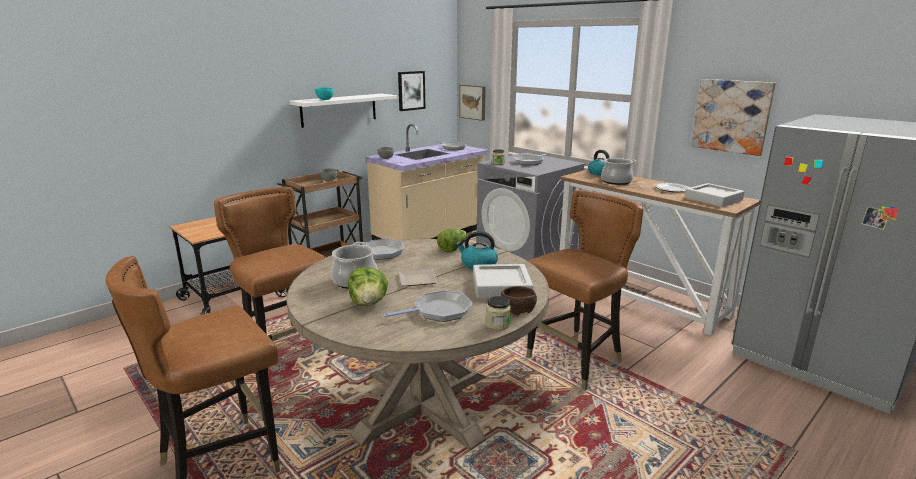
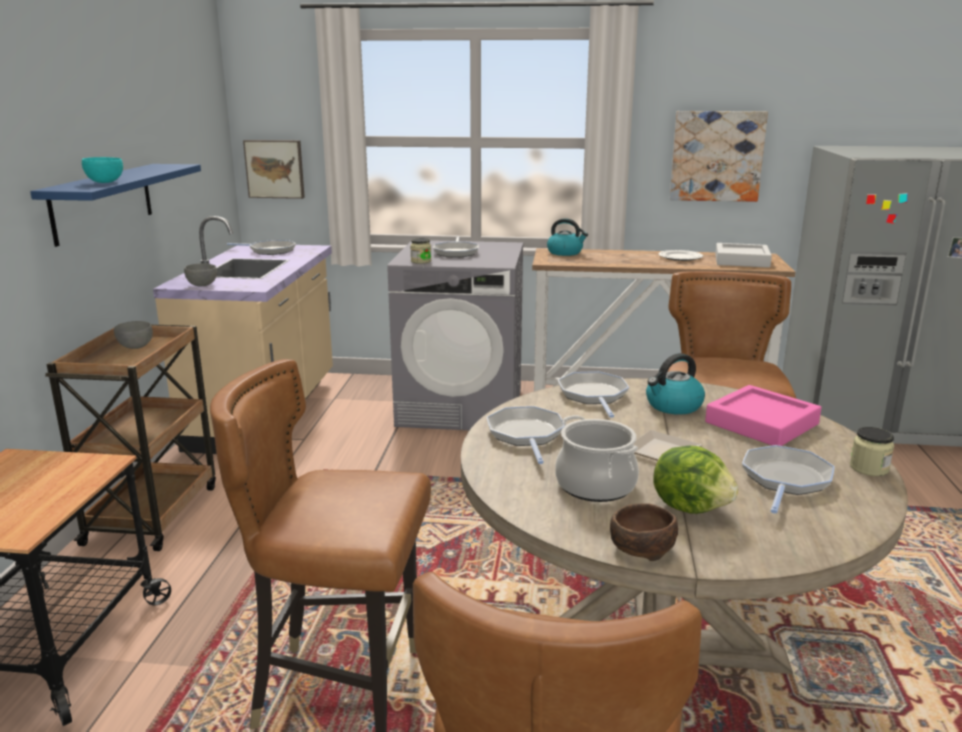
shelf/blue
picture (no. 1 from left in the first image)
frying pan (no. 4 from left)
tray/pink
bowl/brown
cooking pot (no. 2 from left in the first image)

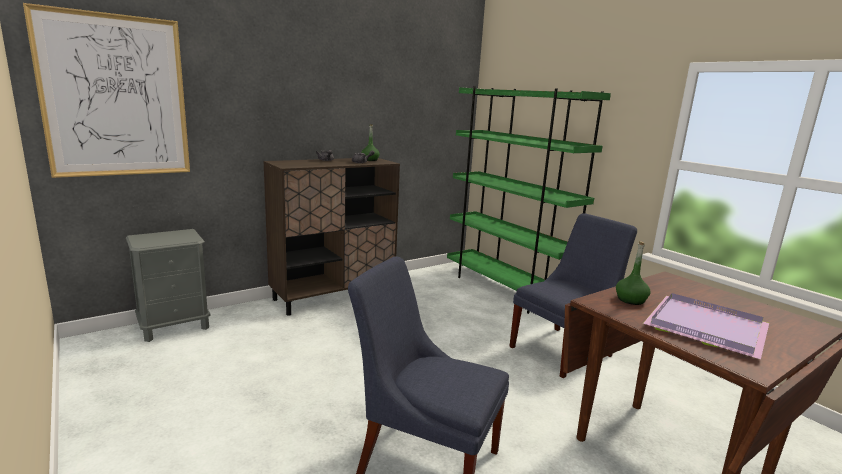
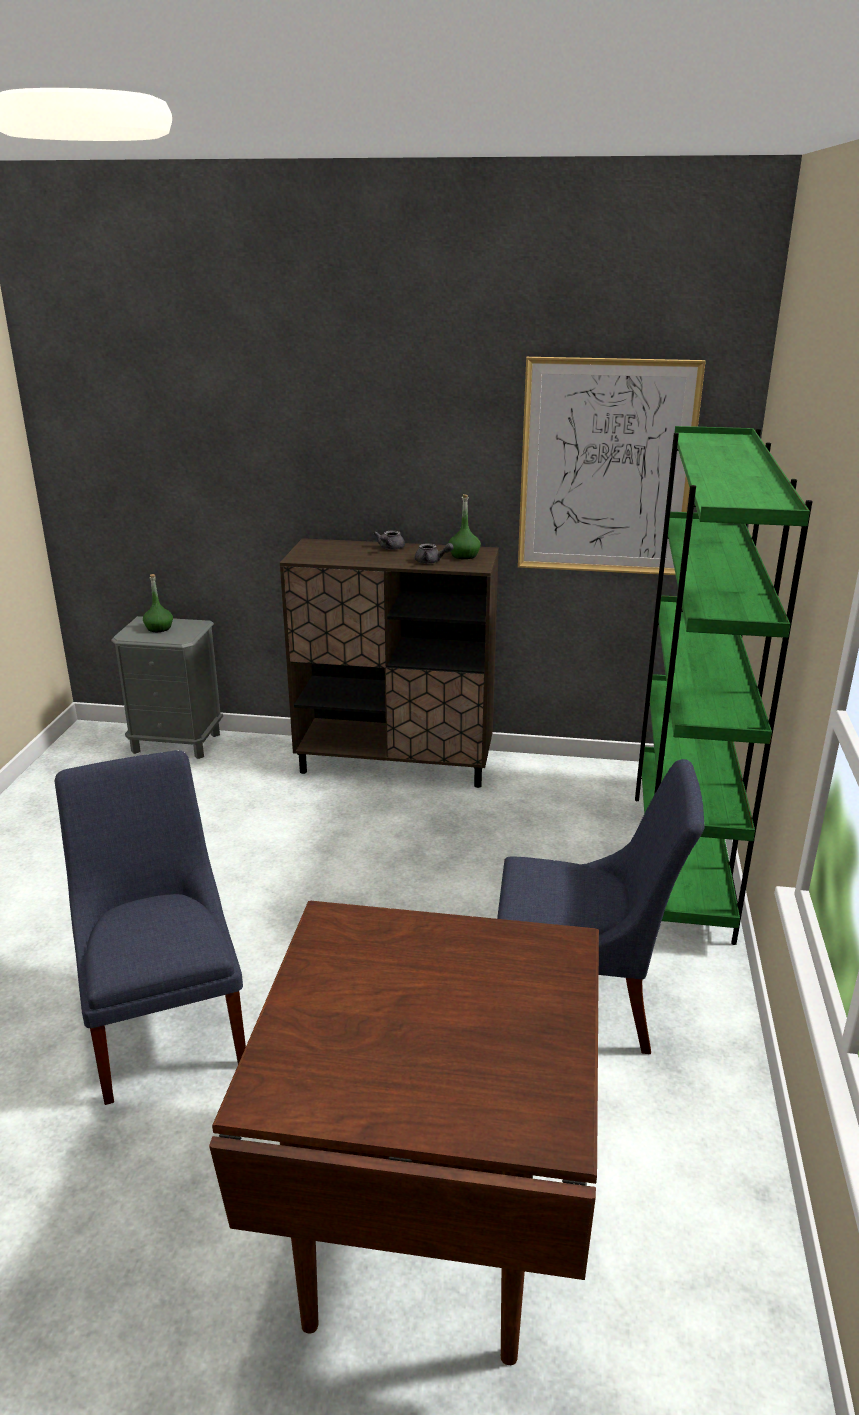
picture
bottle/green (no. 1 from left)
tray/purple

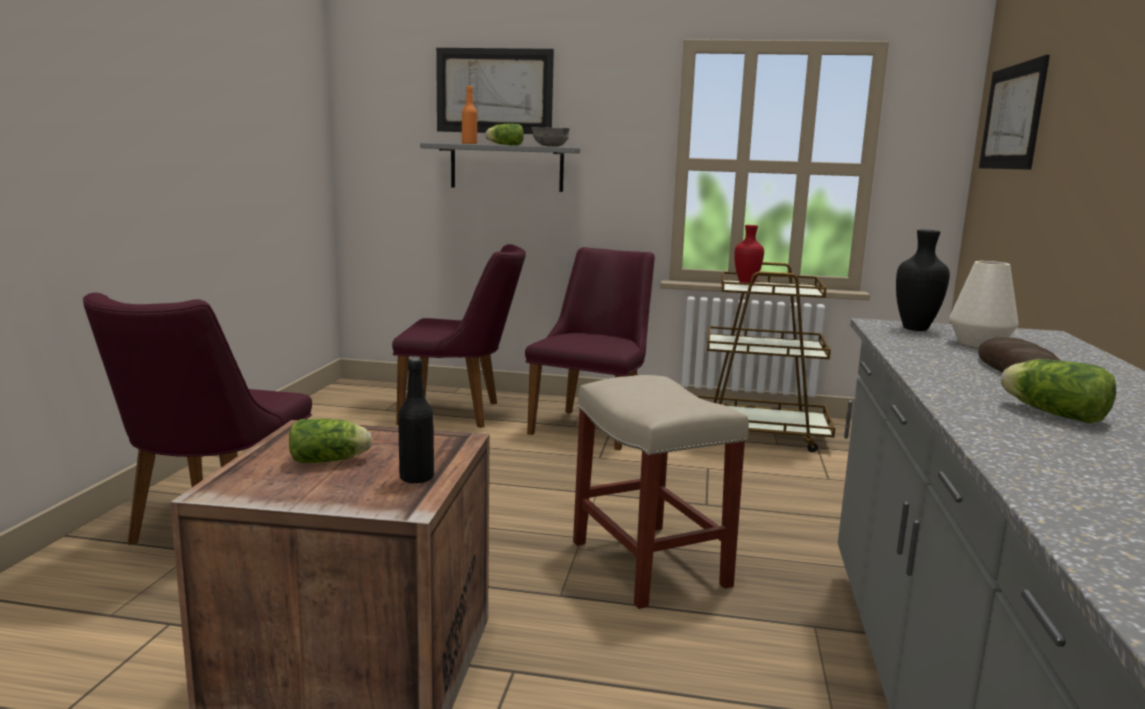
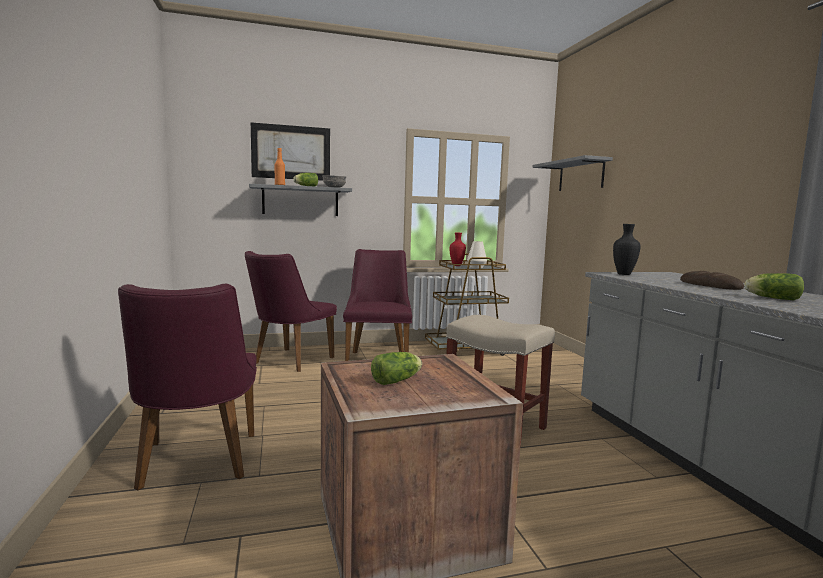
chair/purple (no. 2 from left)
bottle/black
vase/white
shelf/grey (no. 2 from left)

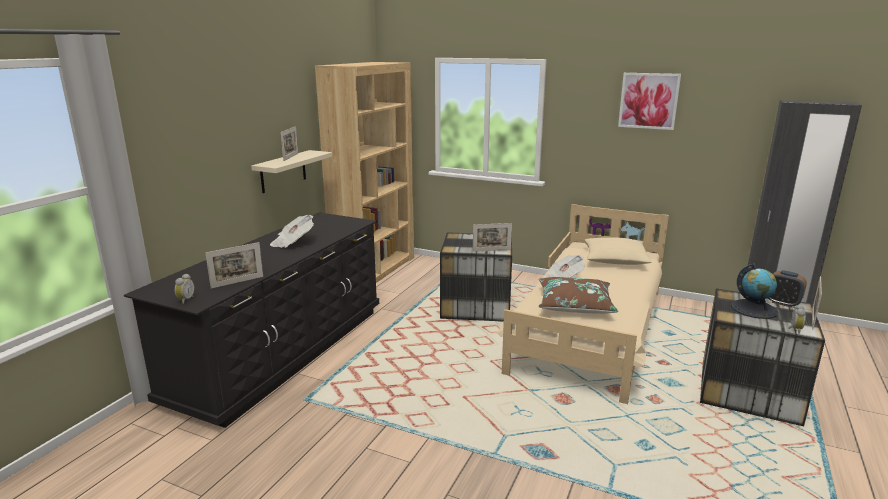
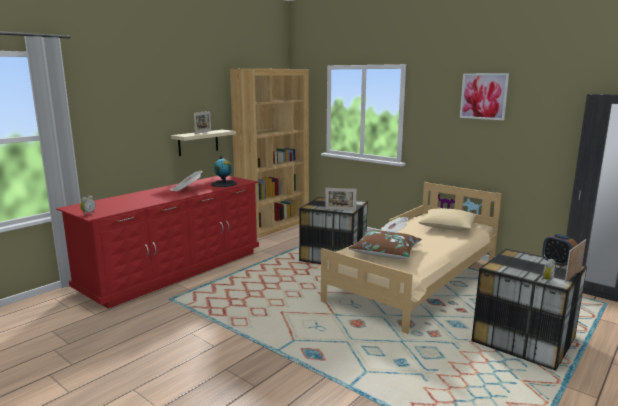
dresser/red
picture frame (no. 1 from left in the first image)
globe

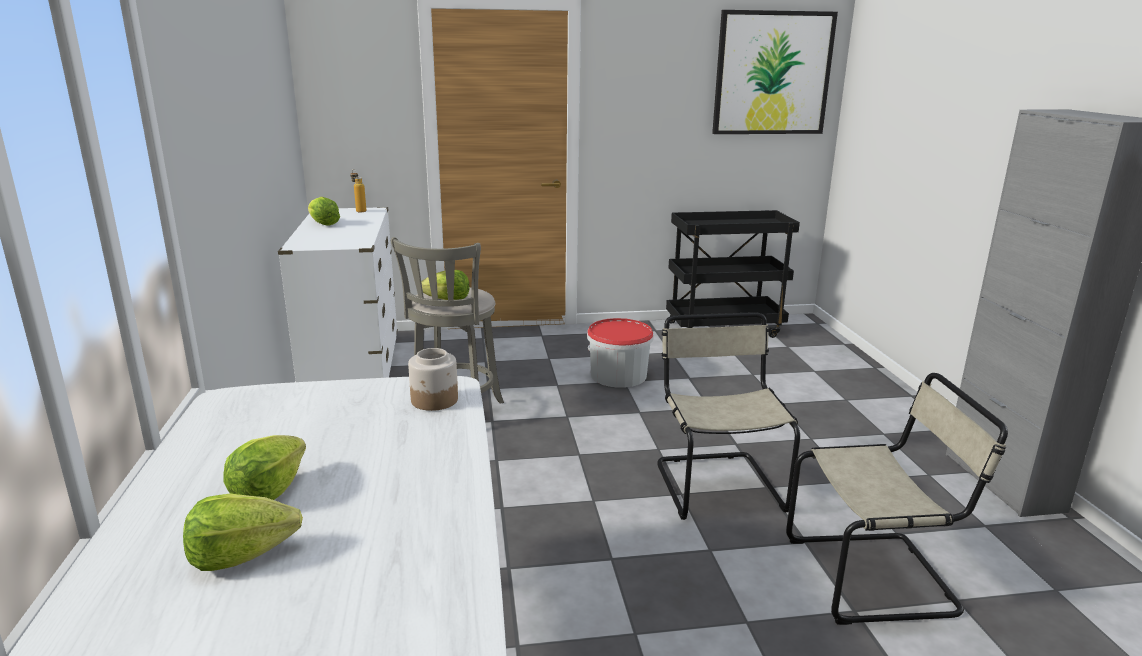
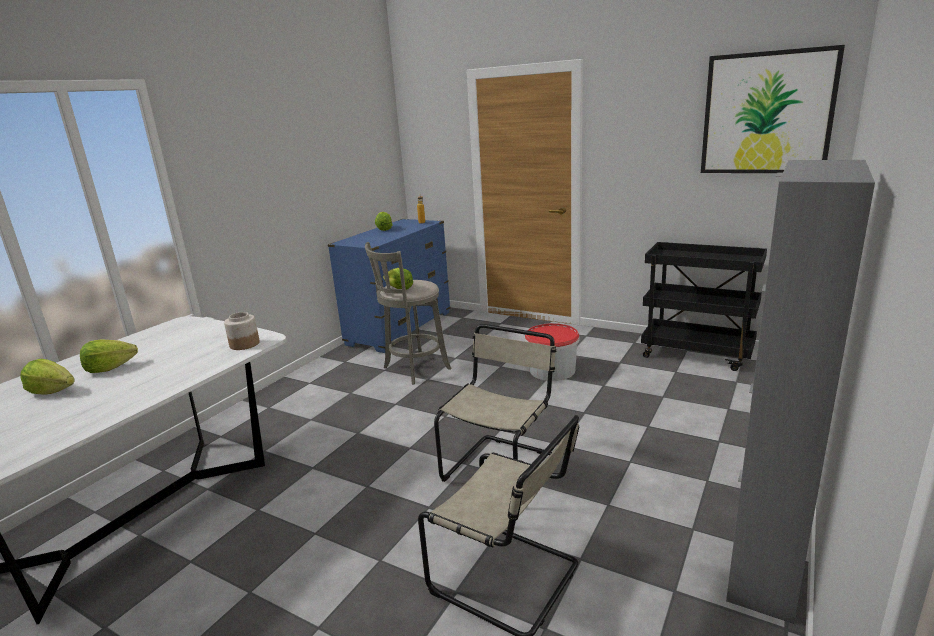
dresser/blue

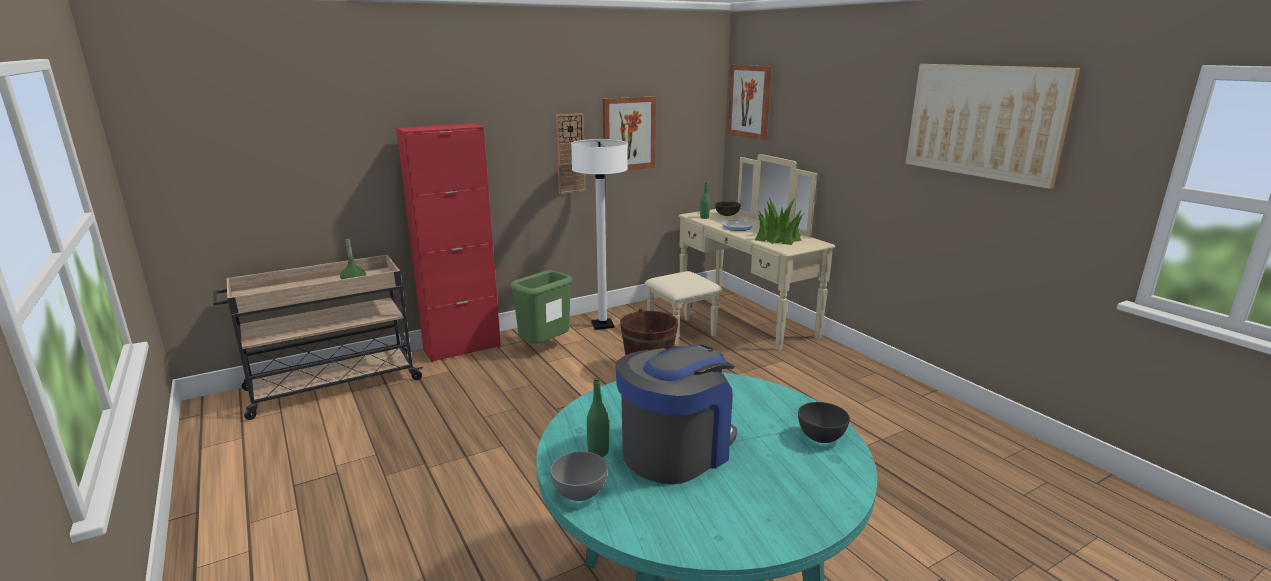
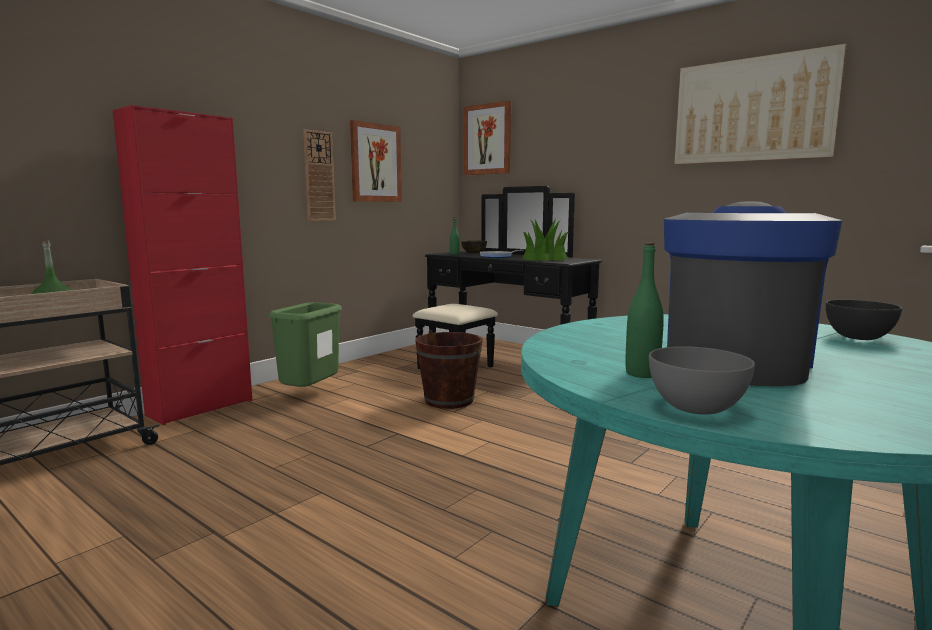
floor lamp/white
dresser/black

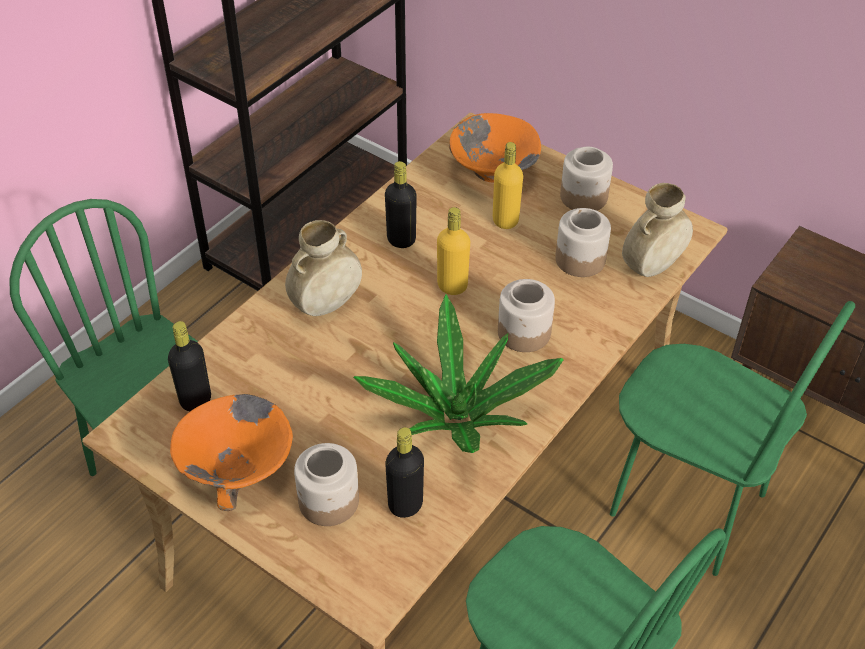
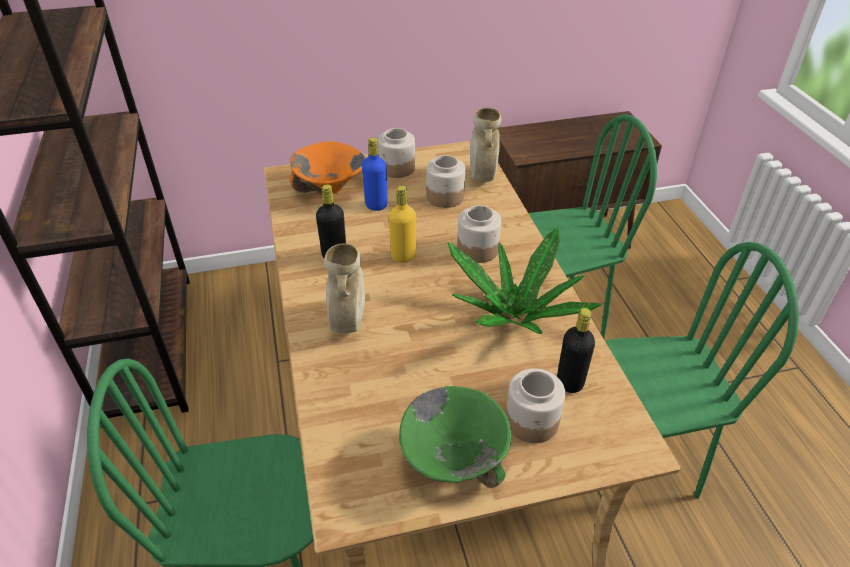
bottle/black (no. 1 from left in the first image)
bowl/green
bottle/blue

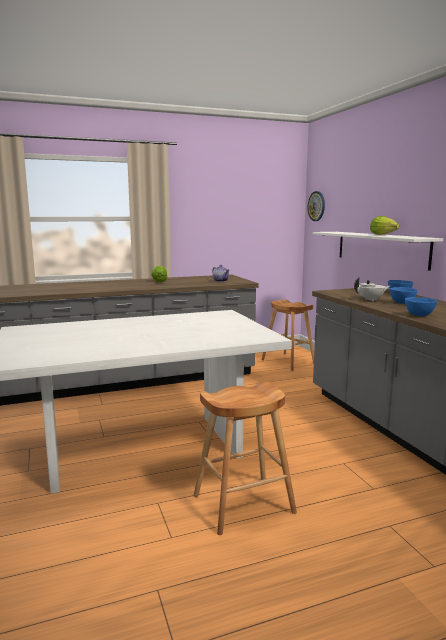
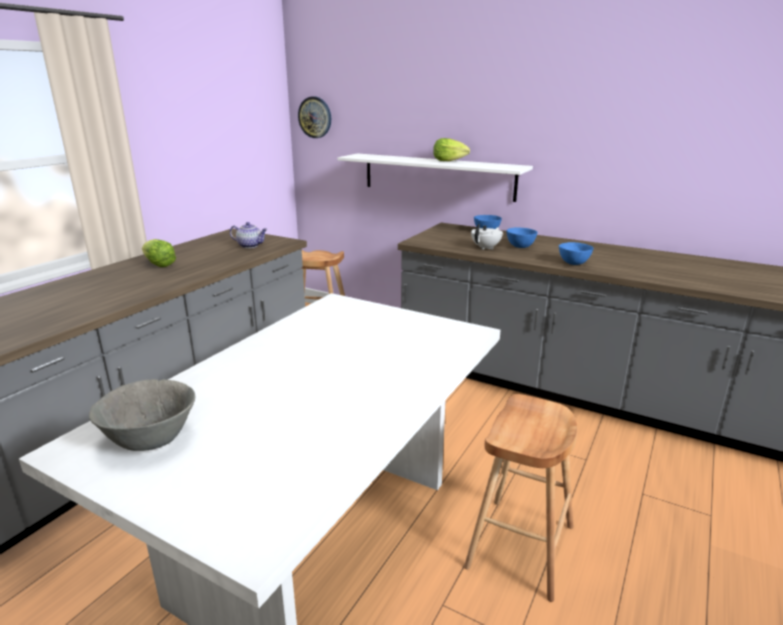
bowl/grey

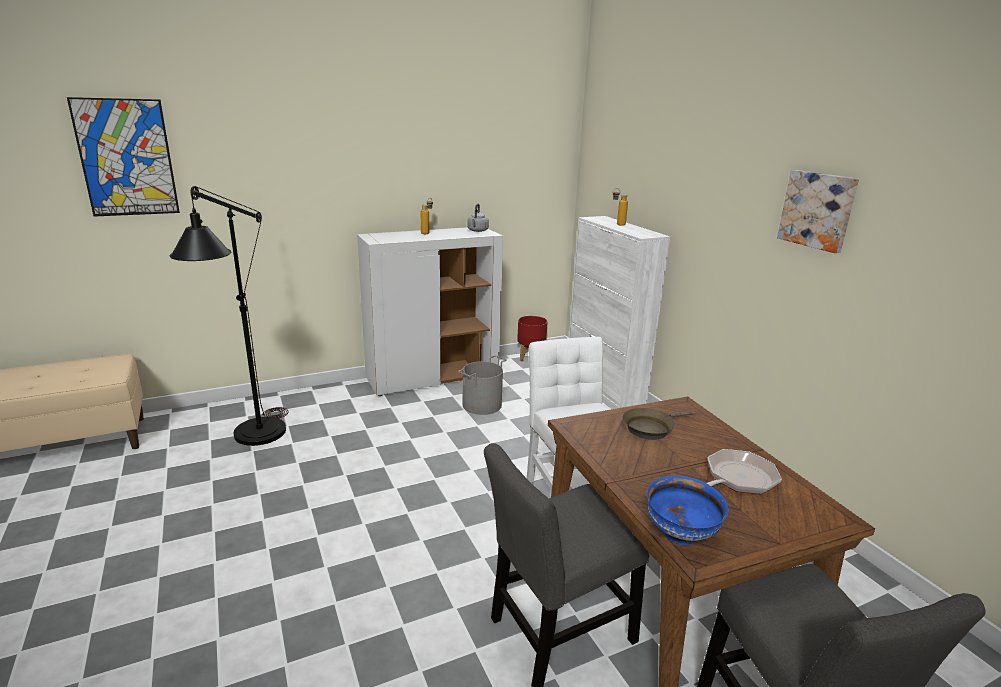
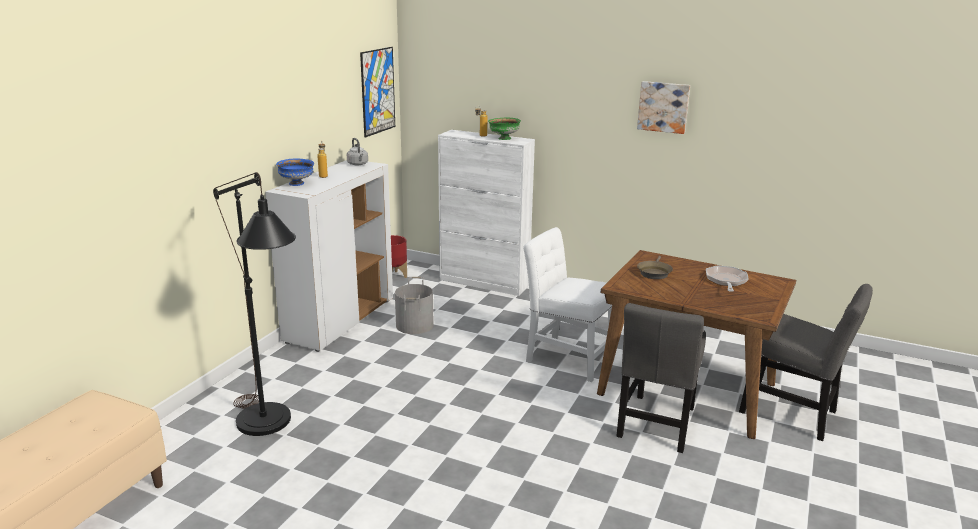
picture (no. 1 from left)
bowl/blue
bowl/green

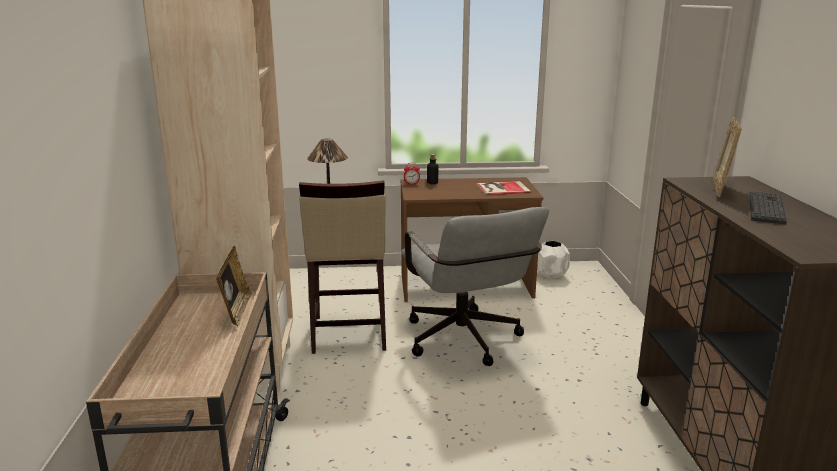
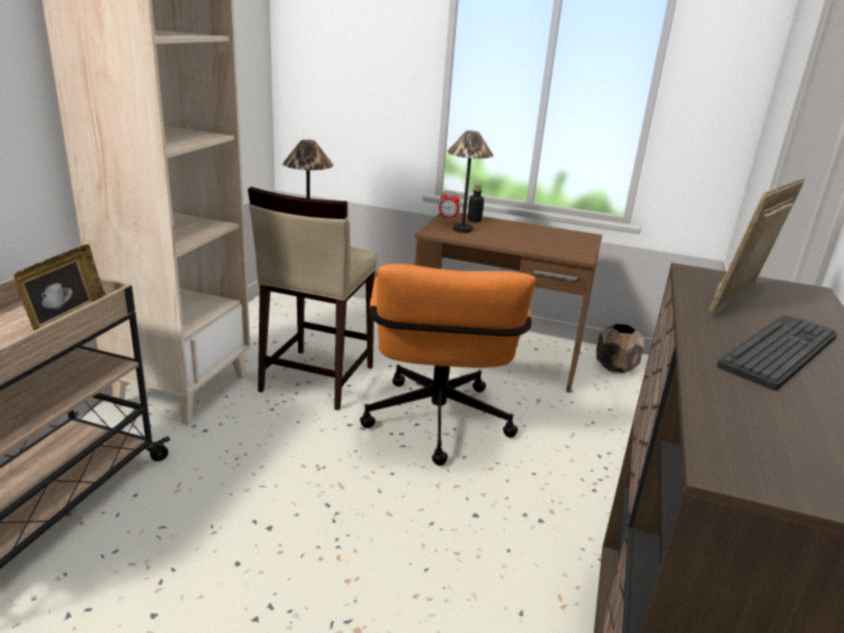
office chair/orange
book
planter/brown
table lamp (no. 2 from left)

